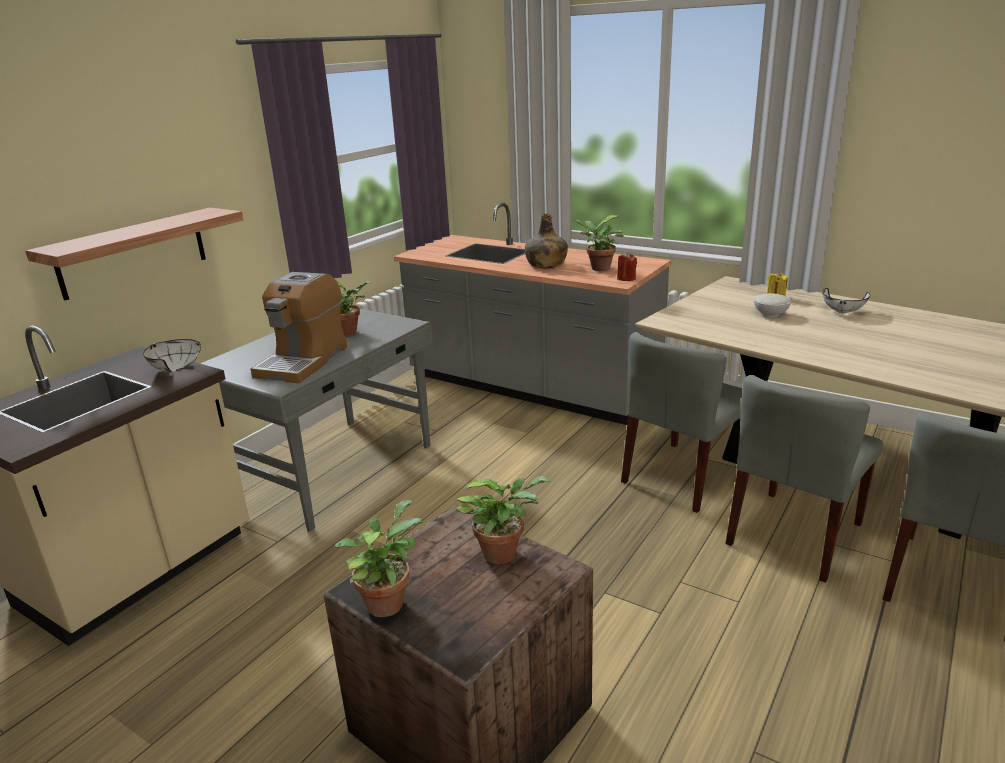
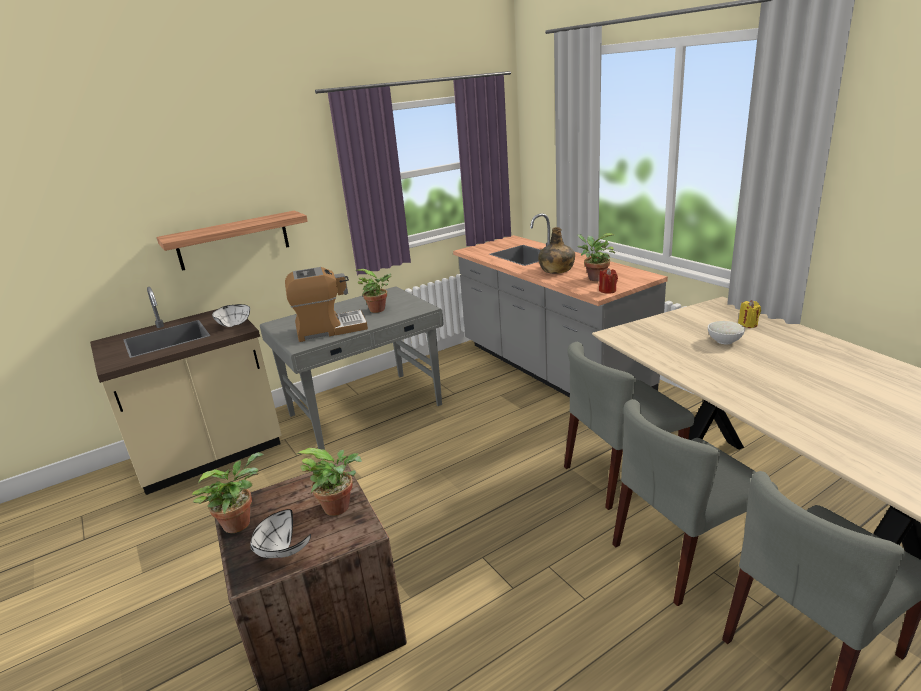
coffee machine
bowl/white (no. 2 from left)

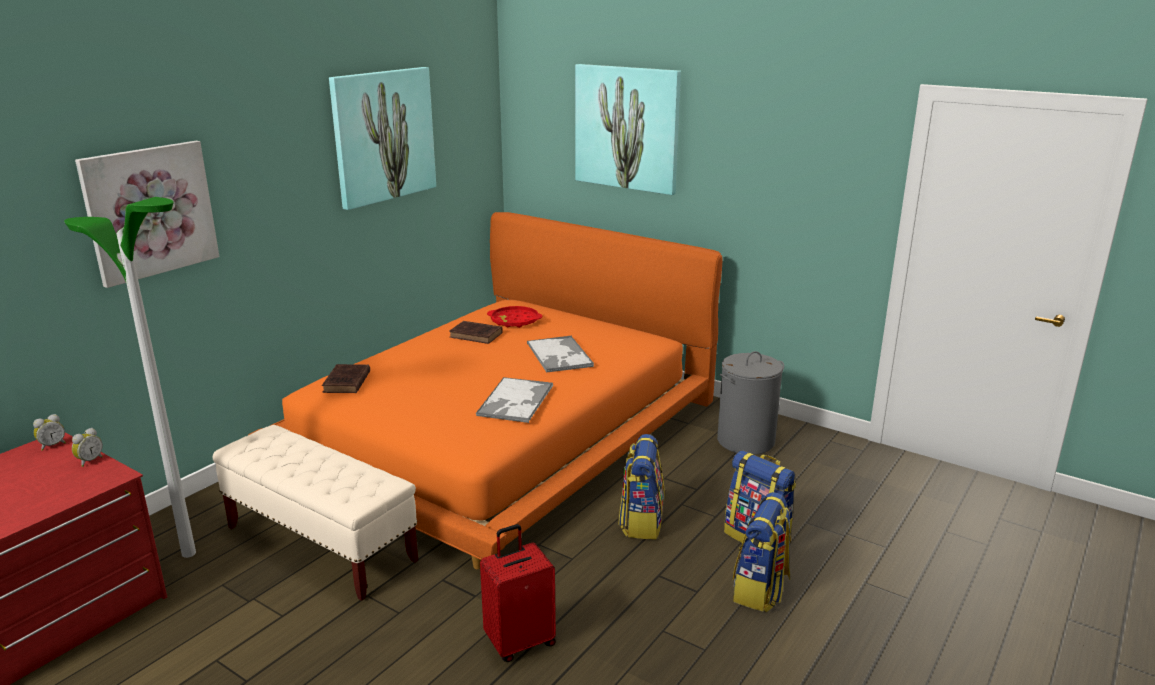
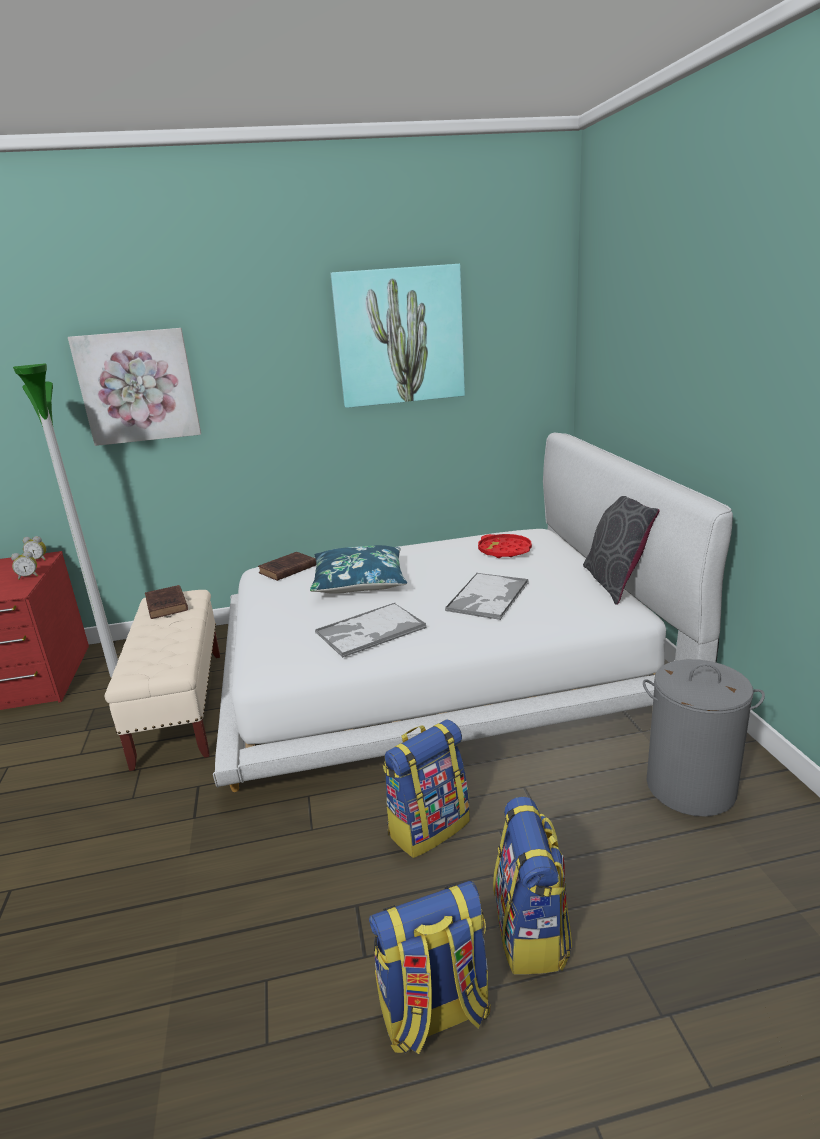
bed/white
book/brown (no. 1 from left)
suitcase/red
picture (no. 3 from left in the first image)
pillow/blue
pillow/grey

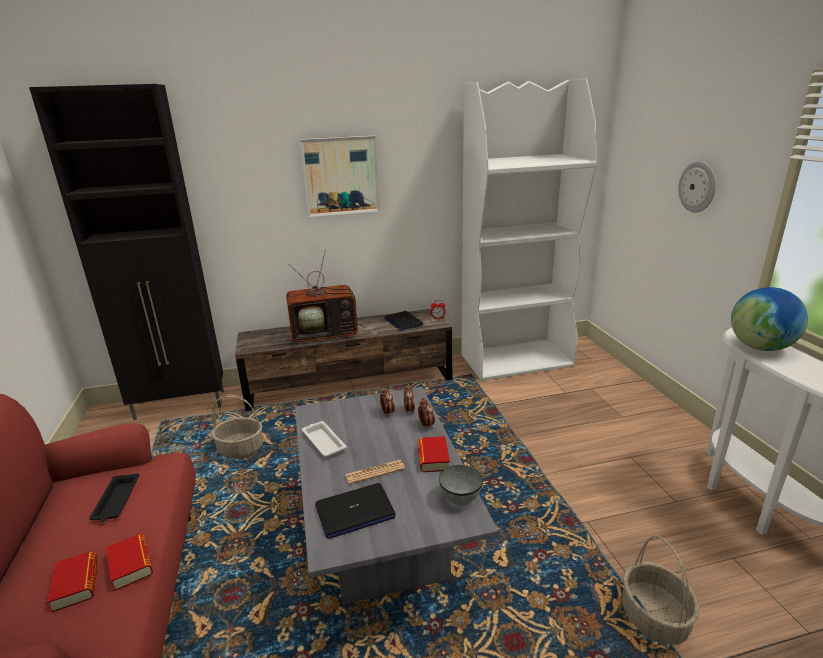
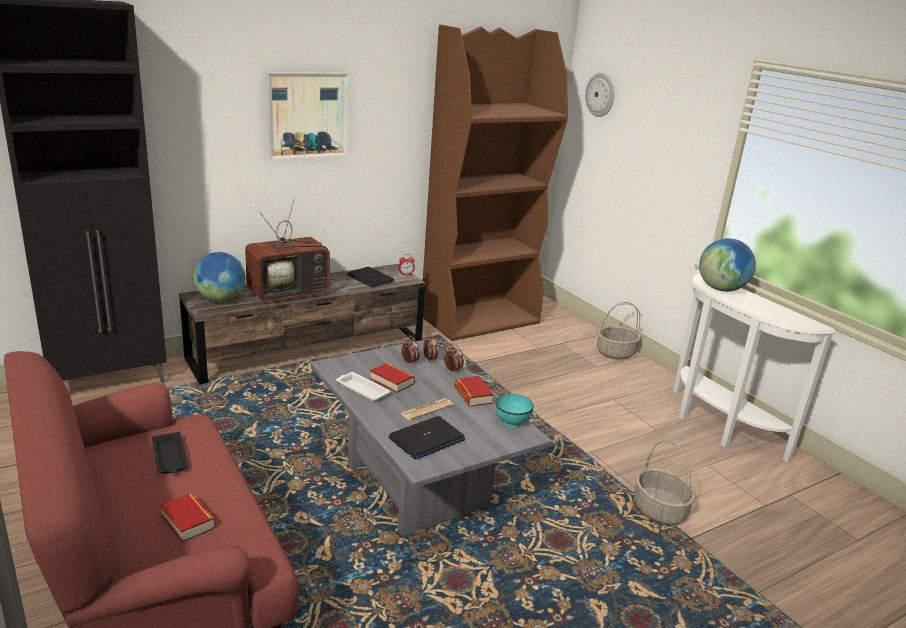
book (no. 2 from left)
basket (no. 1 from left)
bowl/turquoise
bookcase/brown
wall clock
globe (no. 1 from left)

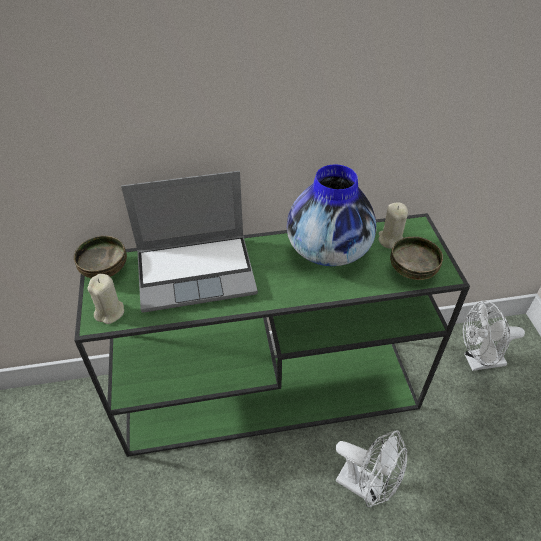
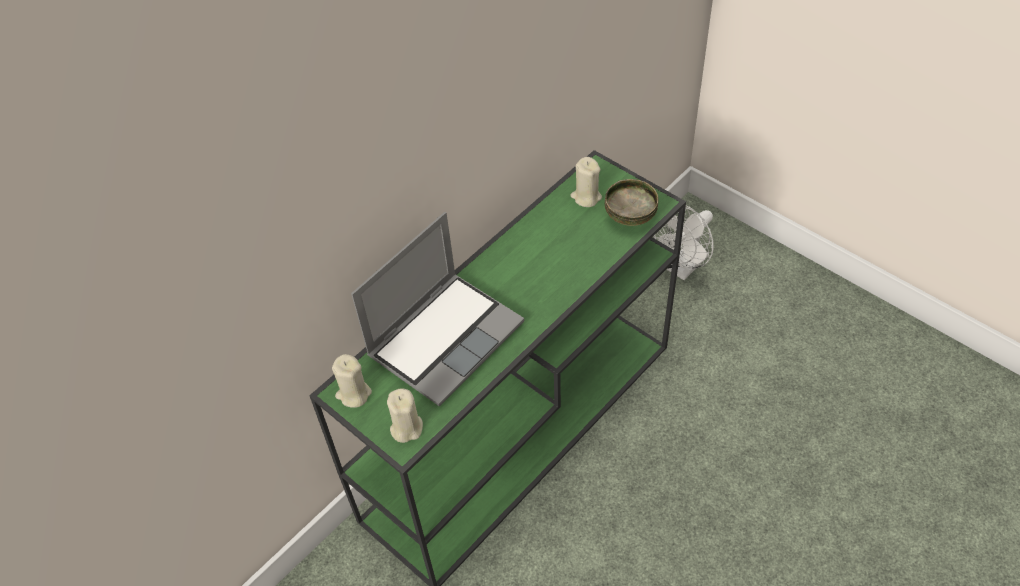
candle/beige (no. 1 from left)
vase
fan/white (no. 1 from left in the first image)

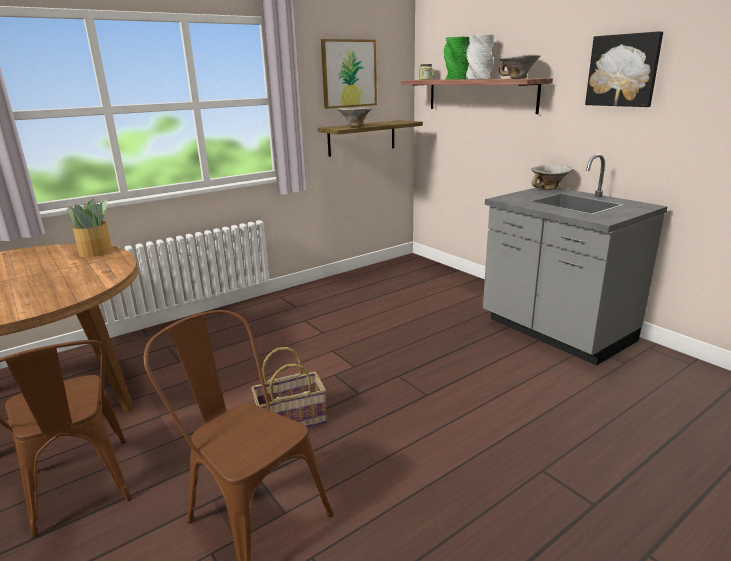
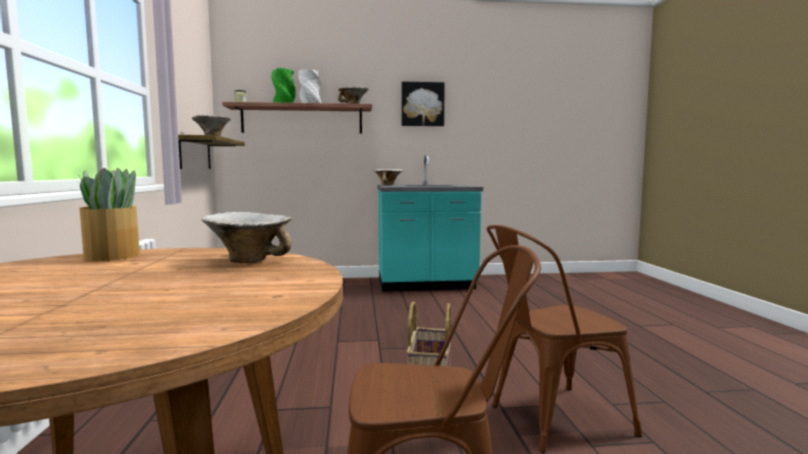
picture (no. 1 from left in the first image)
counter/turquoise
bowl (no. 2 from left)

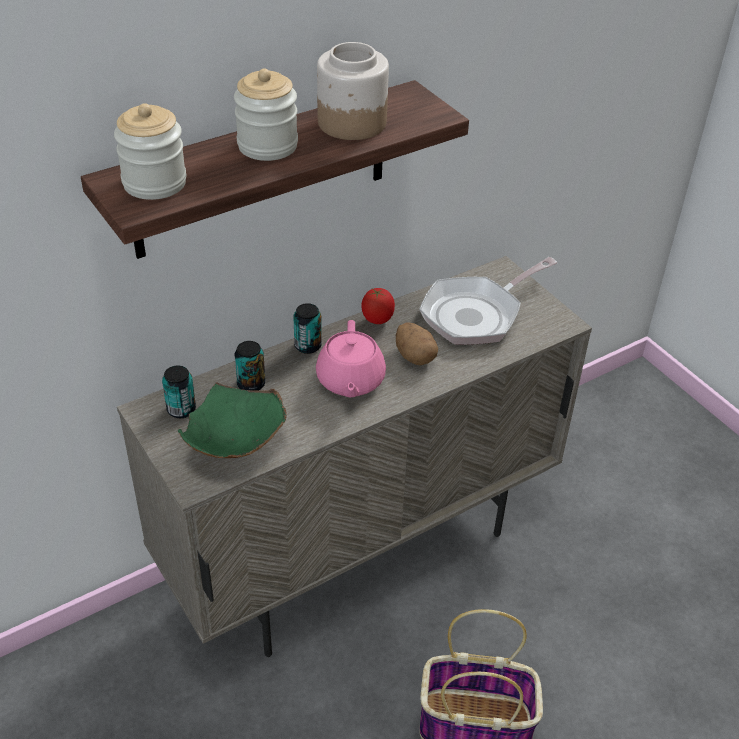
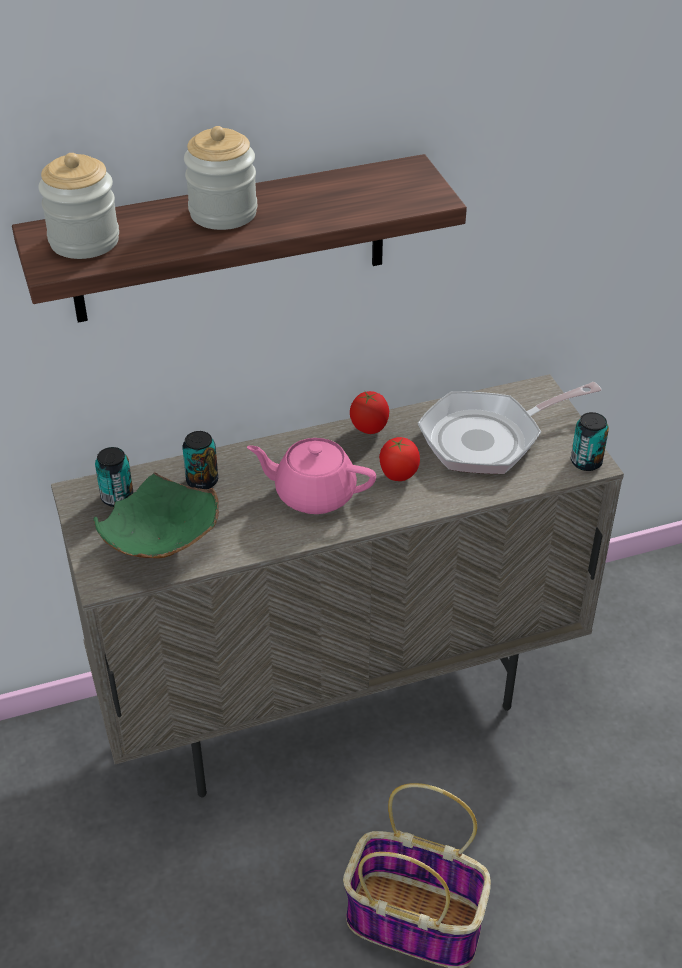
can (no. 3 from left)
teapot/pink
jar (no. 3 from left in the first image)
tomato (no. 2 from left)

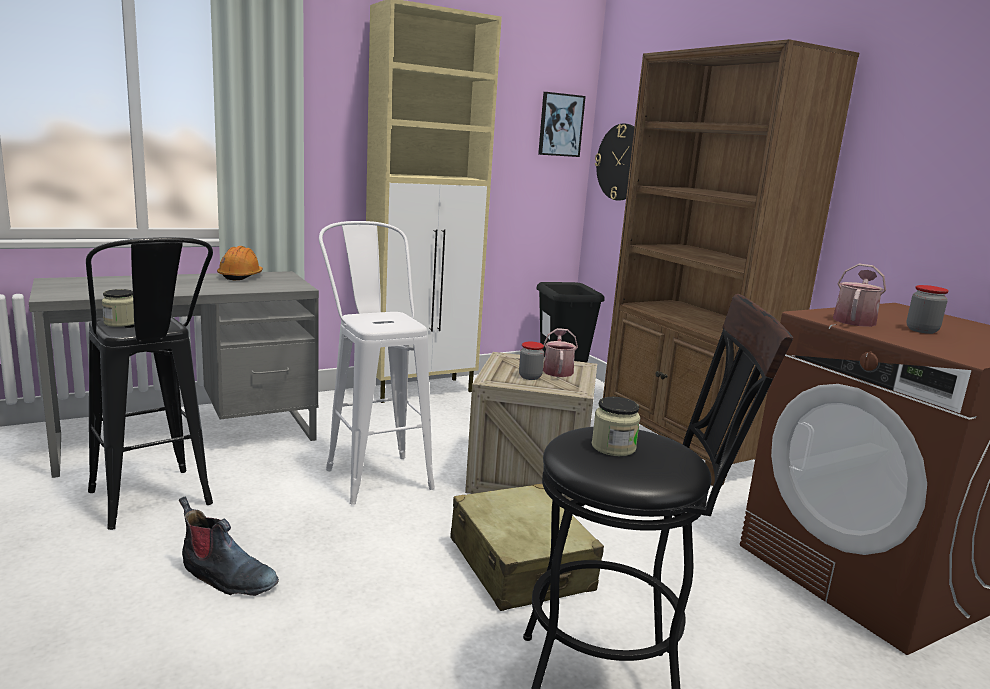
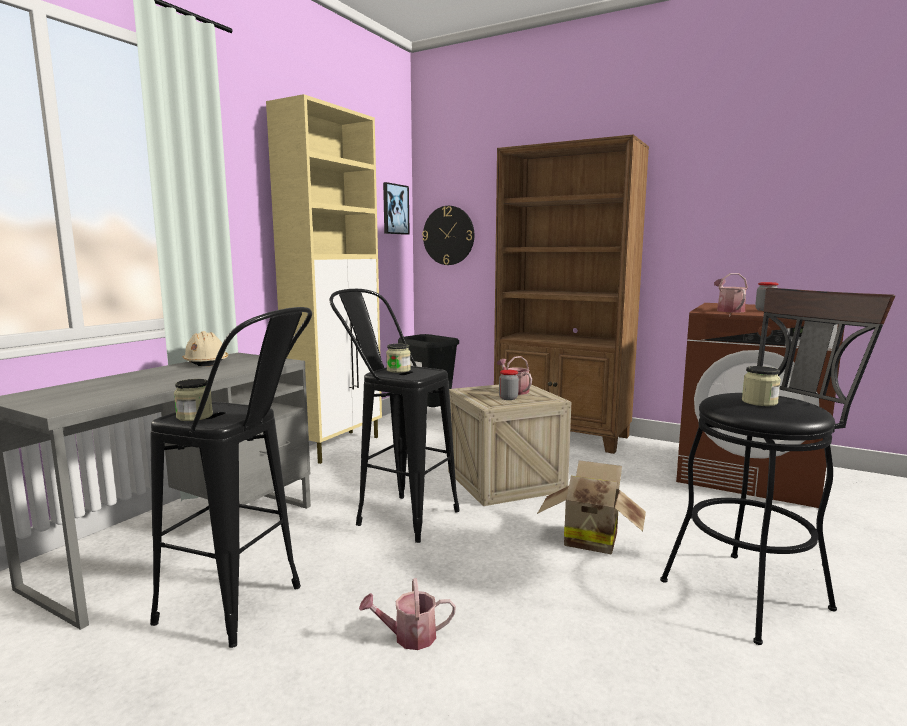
watering can (no. 1 from left)
hard hat/beige
stool/black (no. 2 from left)
cardboard box
jar (no. 2 from left)

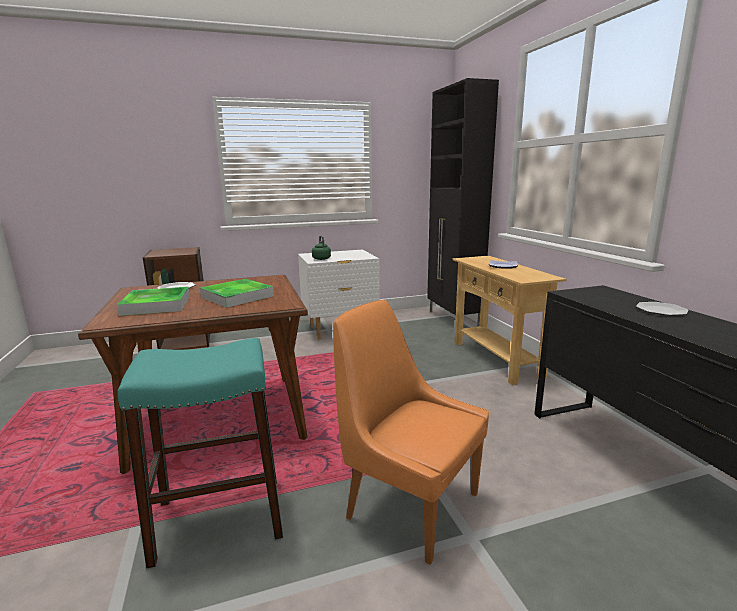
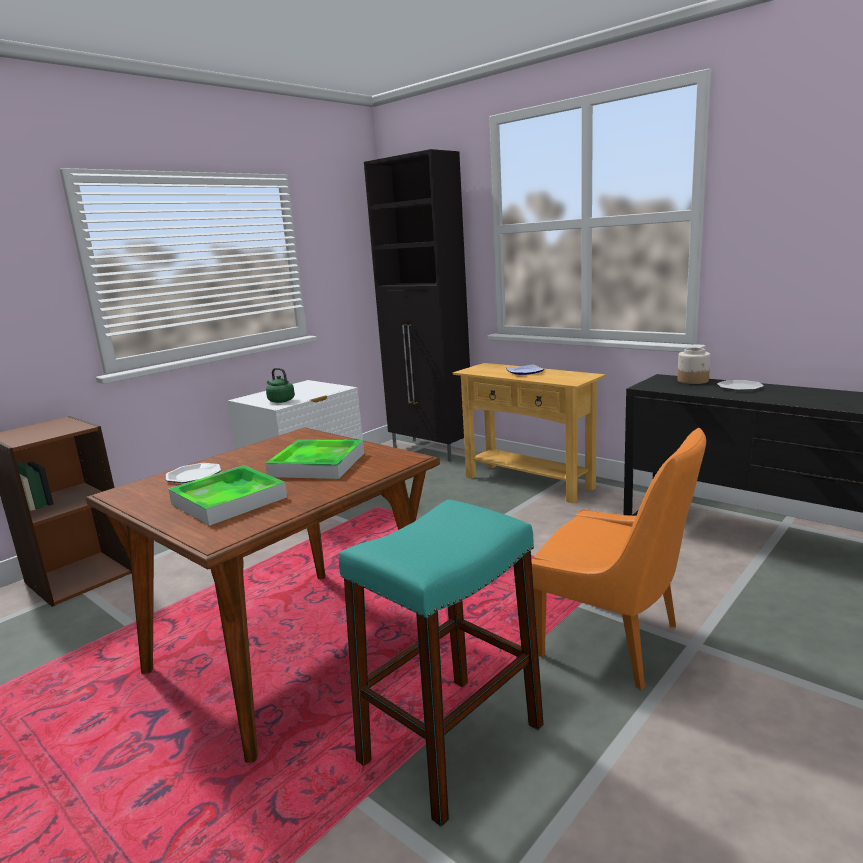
chair/orange
jar

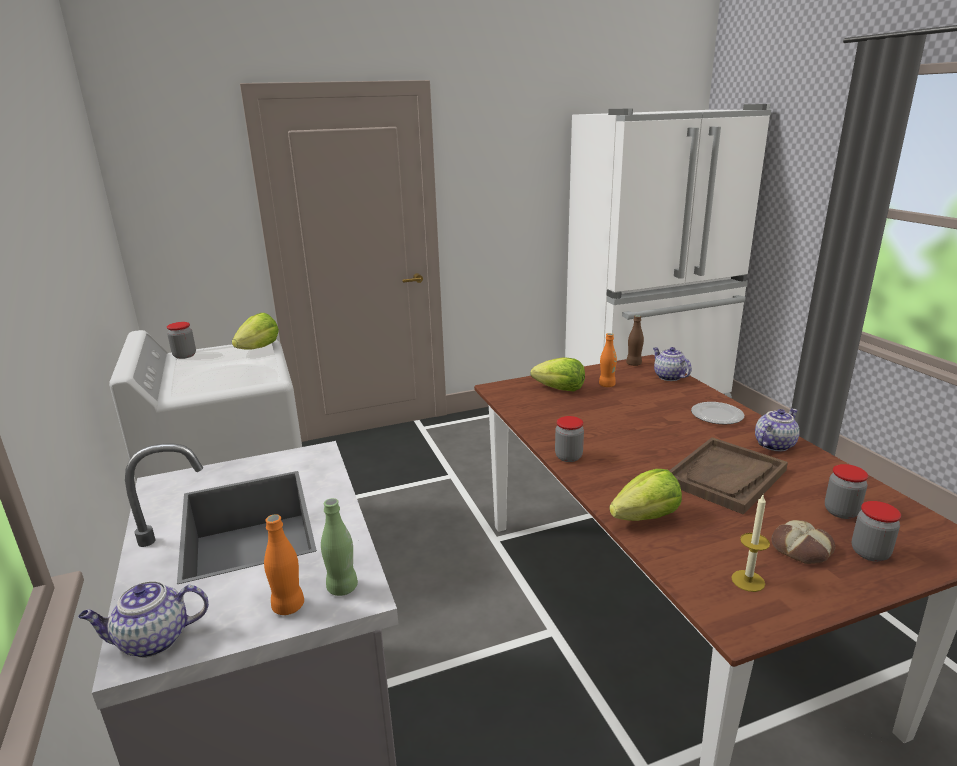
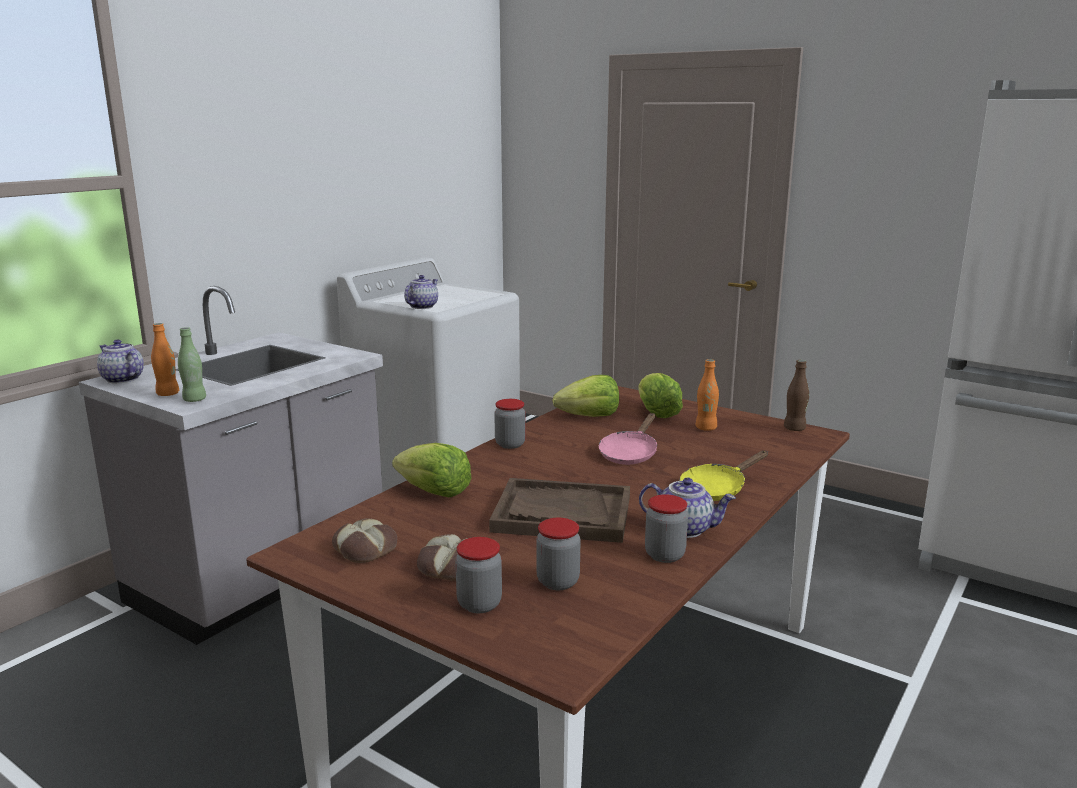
jar (no. 4 from left)
lettuce (no. 2 from left)
teapot (no. 2 from left)
frying pan/yellow
bread (no. 1 from left)
frying pan/pink

